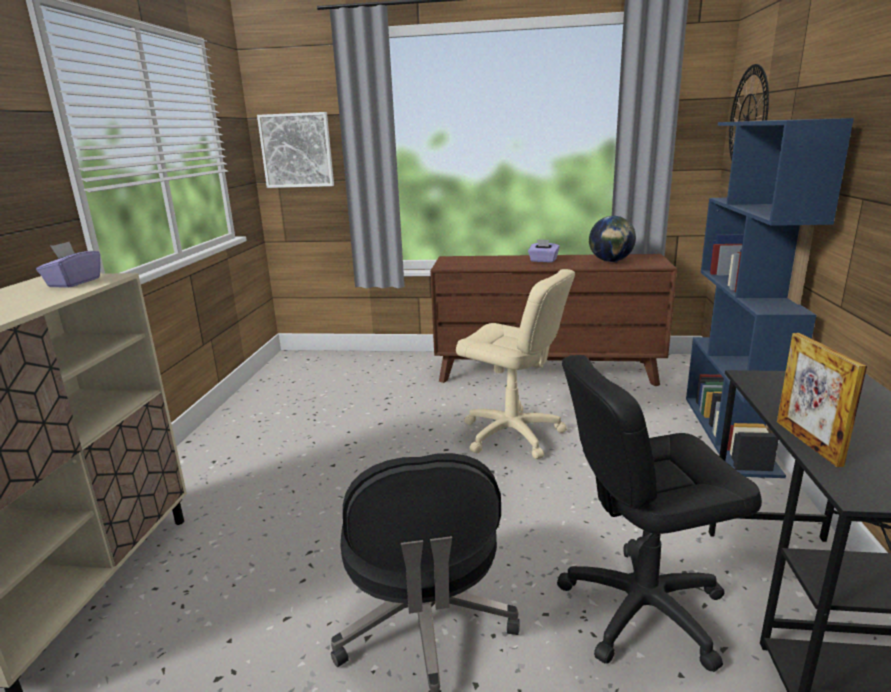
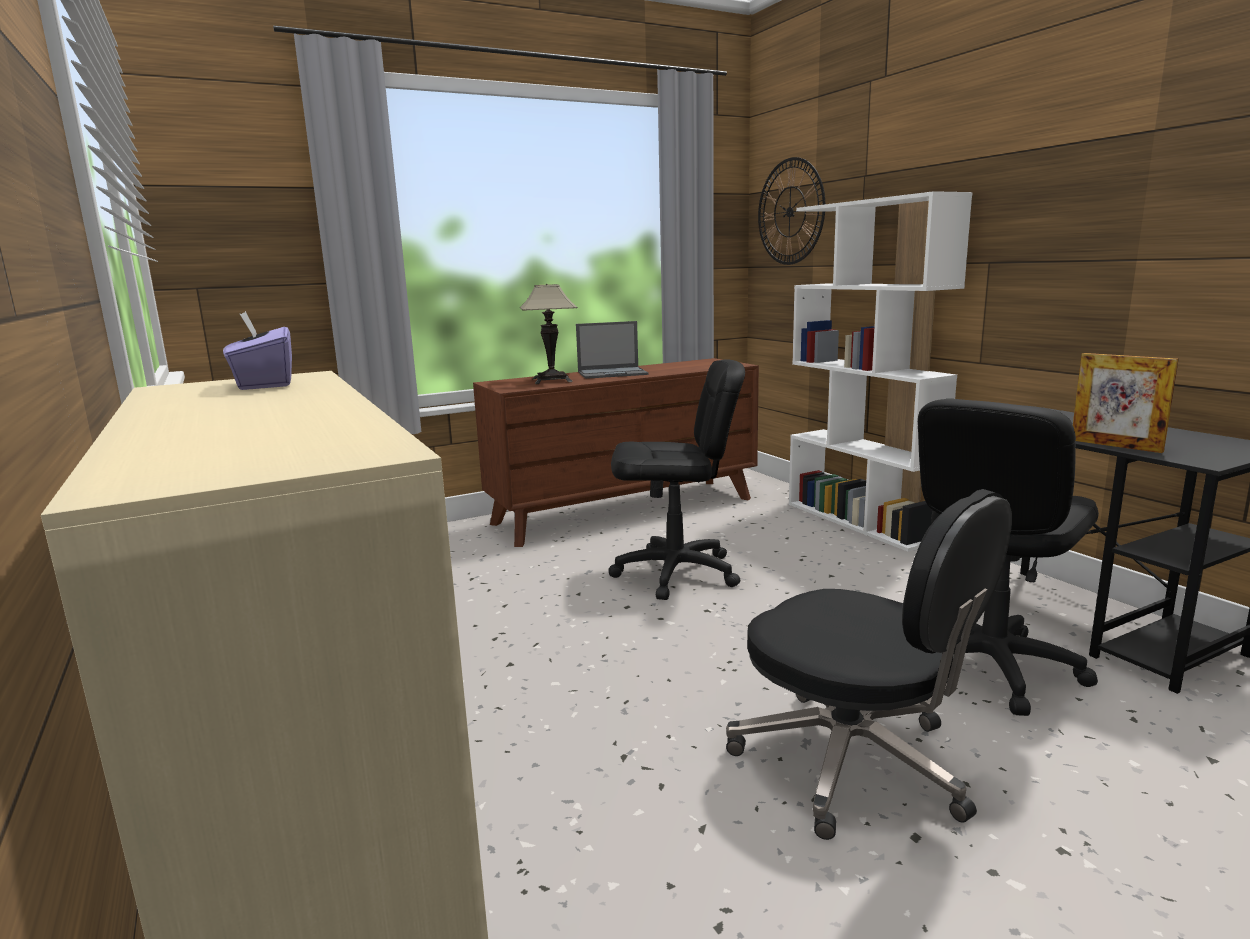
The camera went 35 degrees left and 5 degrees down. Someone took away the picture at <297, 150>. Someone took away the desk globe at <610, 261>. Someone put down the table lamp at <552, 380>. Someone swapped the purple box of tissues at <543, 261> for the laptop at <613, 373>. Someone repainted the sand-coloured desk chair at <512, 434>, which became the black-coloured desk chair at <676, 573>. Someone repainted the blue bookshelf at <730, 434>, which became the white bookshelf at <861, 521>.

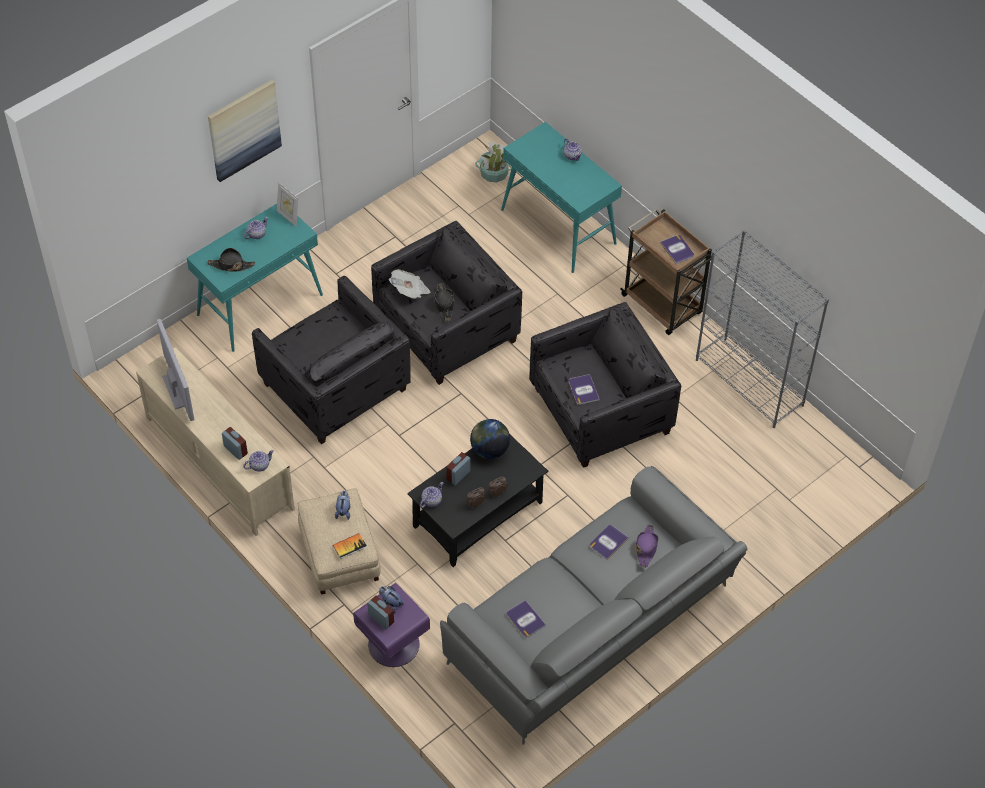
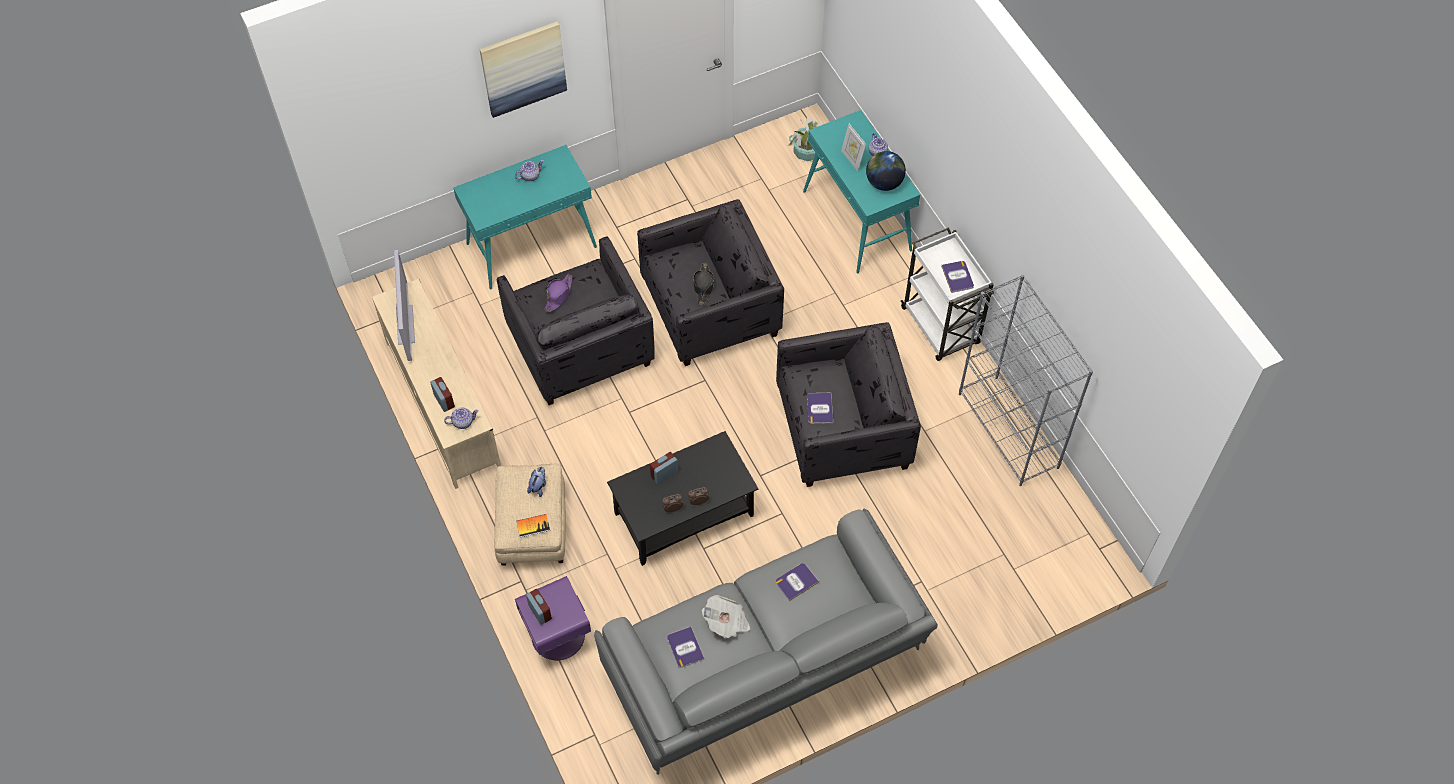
The camera went 15 degrees right and 5 degrees up. Someone took away the black-coloured hat at <231, 265>. Someone took away the cuddly toy at <390, 603>. Someone took away the pot for tea at <431, 500>. Someone carried the photo frame from <288, 217> to <852, 159>. Someone carried the newspaper from <410, 291> to <726, 622>. Someone carried the desk globe from <489, 450> to <884, 182>. Someone carried the purple hat from <646, 547> to <559, 295>. Someone repainted the brown-coloured cart at <662, 305>, which became the white cart at <941, 327>.

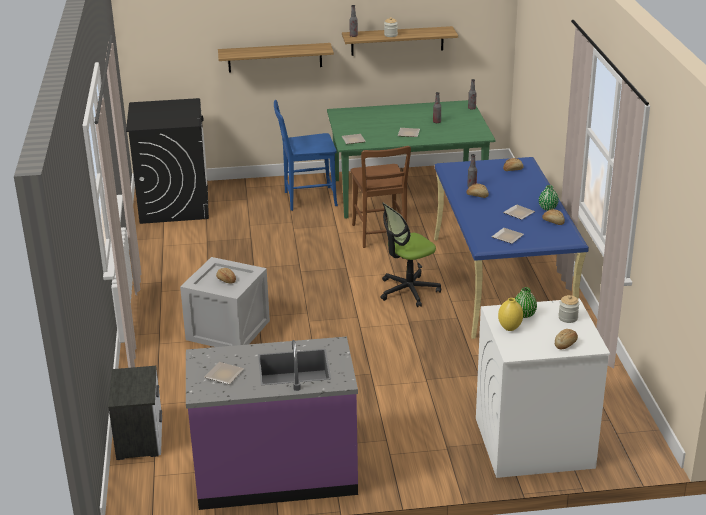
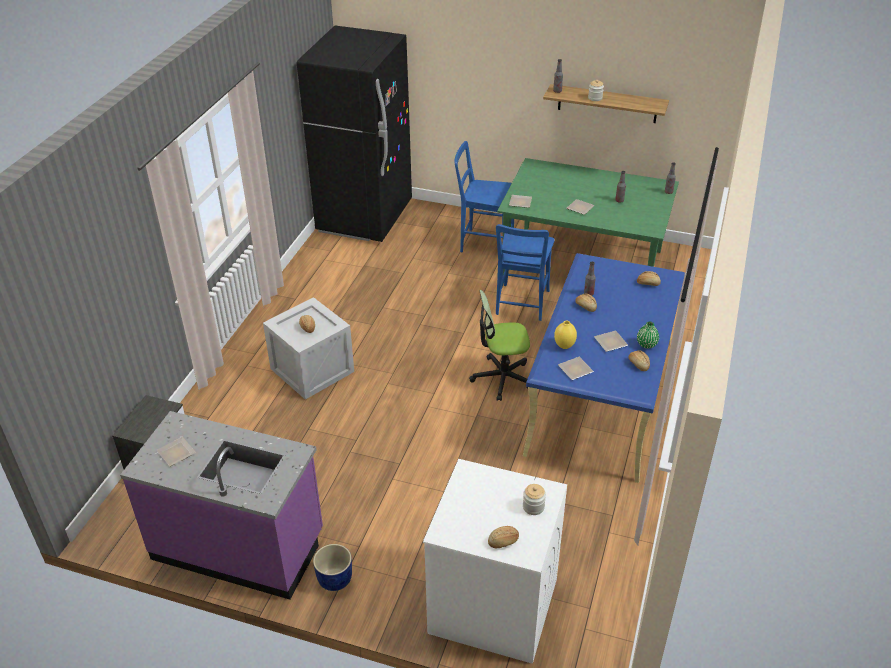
The camera went 25 degrees right and 10 degrees up. Someone took away the wall shelf at <275, 57>. Someone took away the green-coloured decorative vase at <524, 314>. Someone put down the blue flower pot at <334, 579>. Someone carried the yellow decorative vase from <509, 328> to <564, 346>. Someone swapped the black-coloured laundry appliance at <174, 204> for the black-coloured kitchen fridge at <365, 217>. Someone repainted the brown-coloured plain chair at <380, 235>, which became the blue plain chair at <521, 304>.

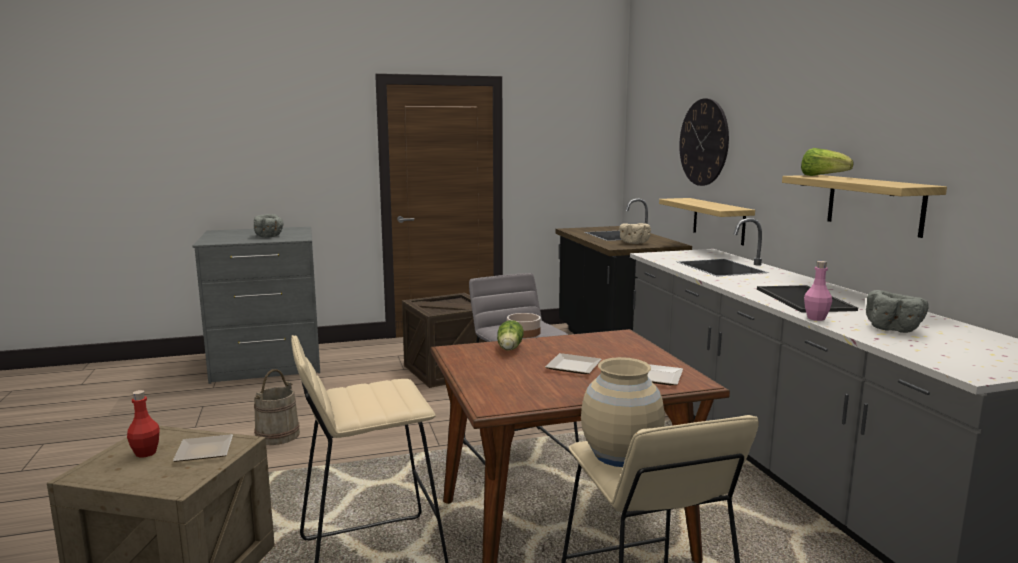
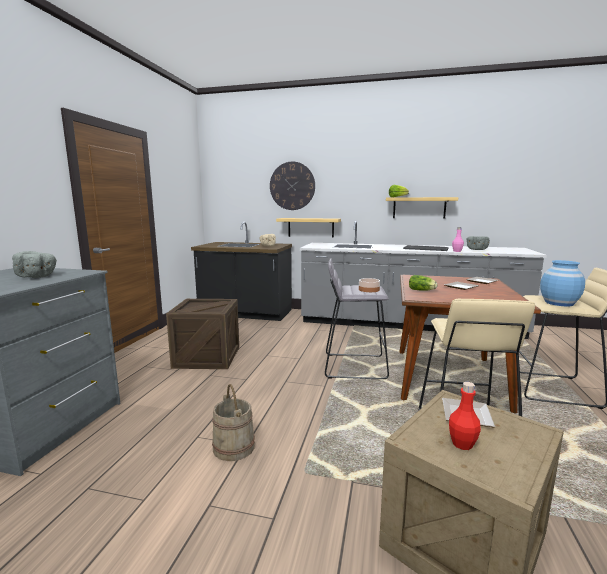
The camera went 60 degrees left and 0 degrees up. Someone repainted the sand-coloured decorative vase at <620, 454>, which became the blue decorative vase at <559, 303>.

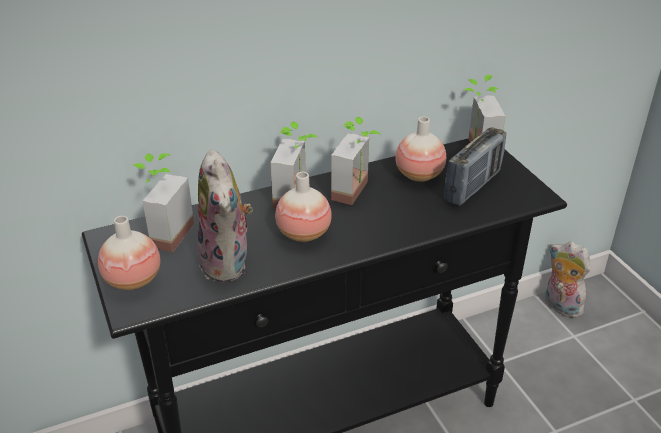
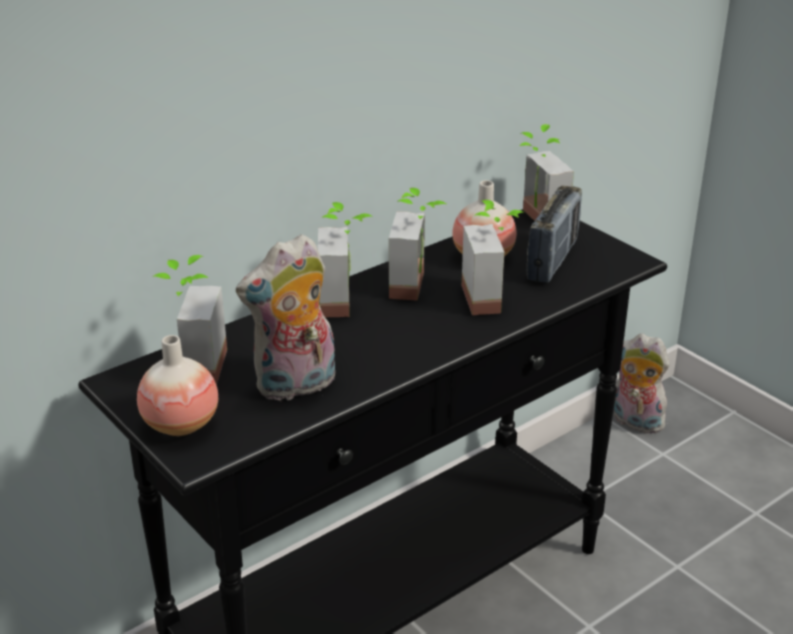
The camera went 15 degrees left and 5 degrees down. Someone took away the decorative vase at <303, 234>. Someone put down the plant in a pot at <493, 298>. Someone rotated the cuddly toy at <228, 263> by 90 degrees clockwise.

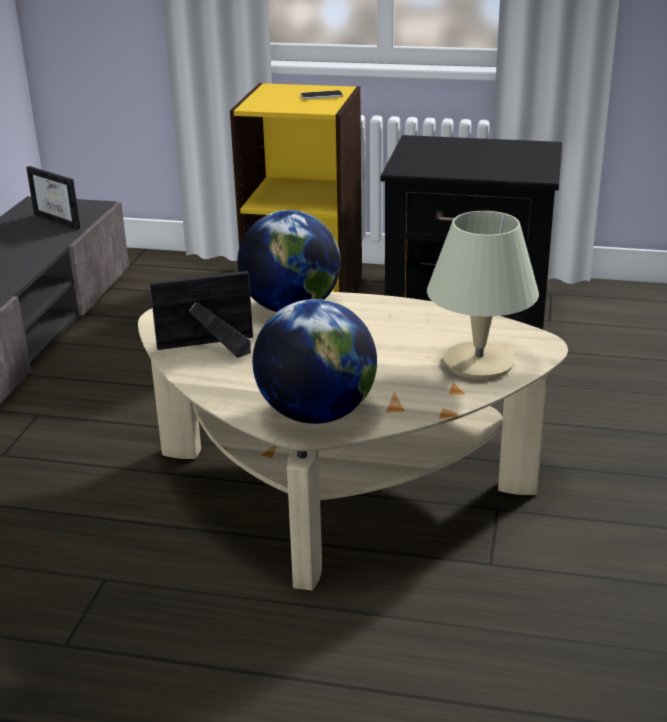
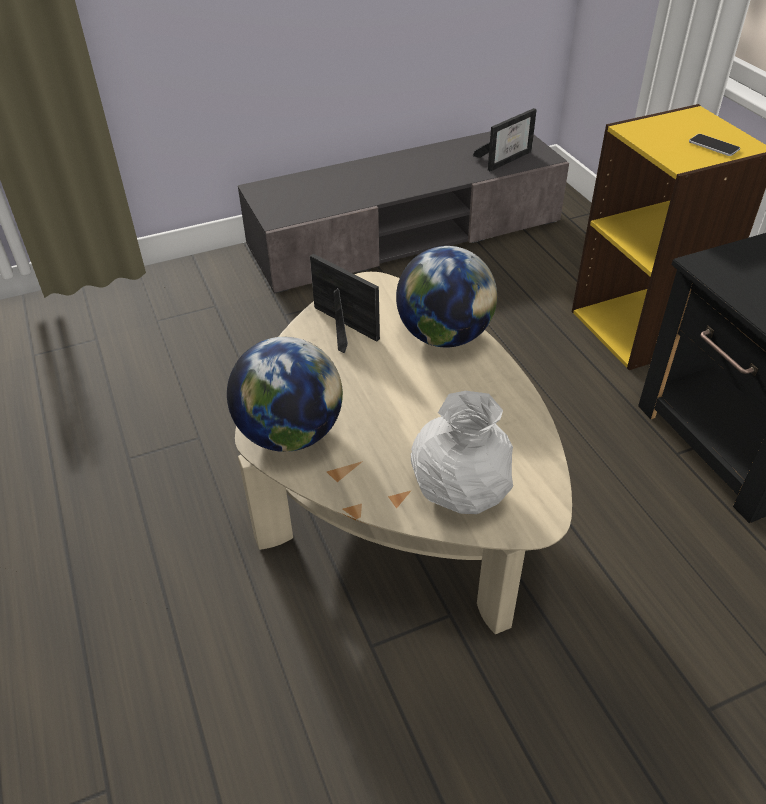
The camera went 55 degrees right and 15 degrees up. Someone swapped the sand-coloured table lamp at <478, 363> for the white decorative vase at <459, 491>. Someone rotated the photo frame at <63, 220> by 135 degrees counterclockwise.

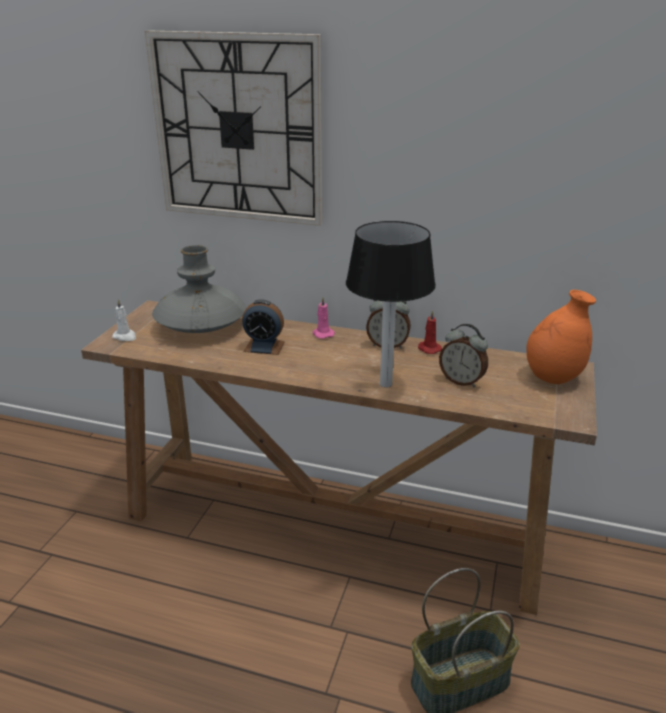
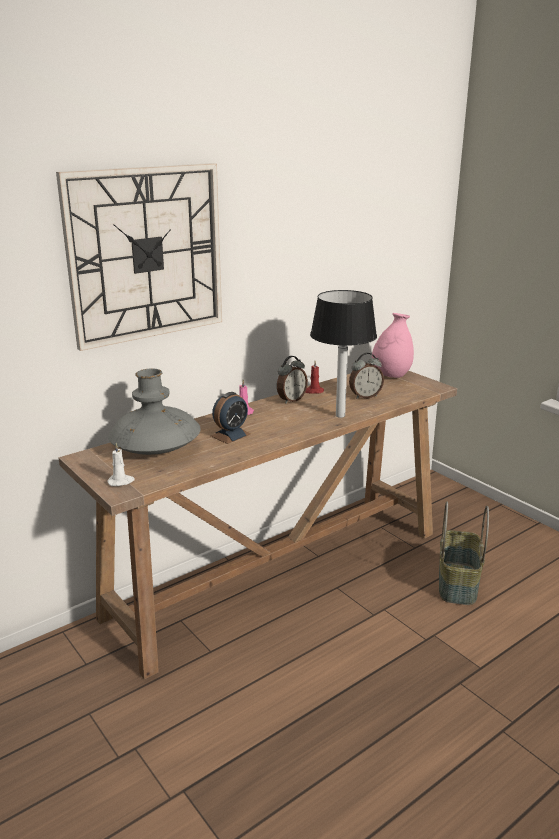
The camera went 55 degrees left and 5 degrees down. Someone repainted the orange-coloured decorative vase at <553, 378>, which became the pink-coloured decorative vase at <391, 376>.

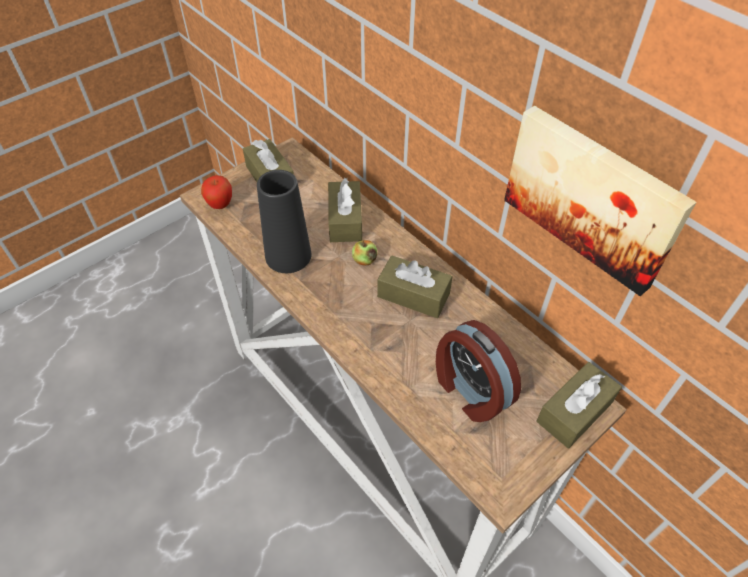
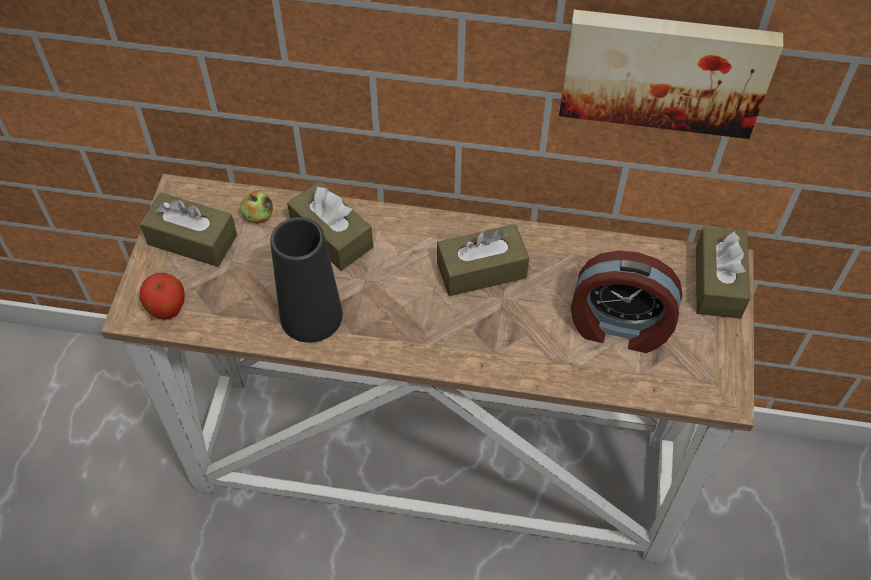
The camera went 40 degrees left and 5 degrees up. Someone carried the apple fruit from <364, 260> to <258, 216>.

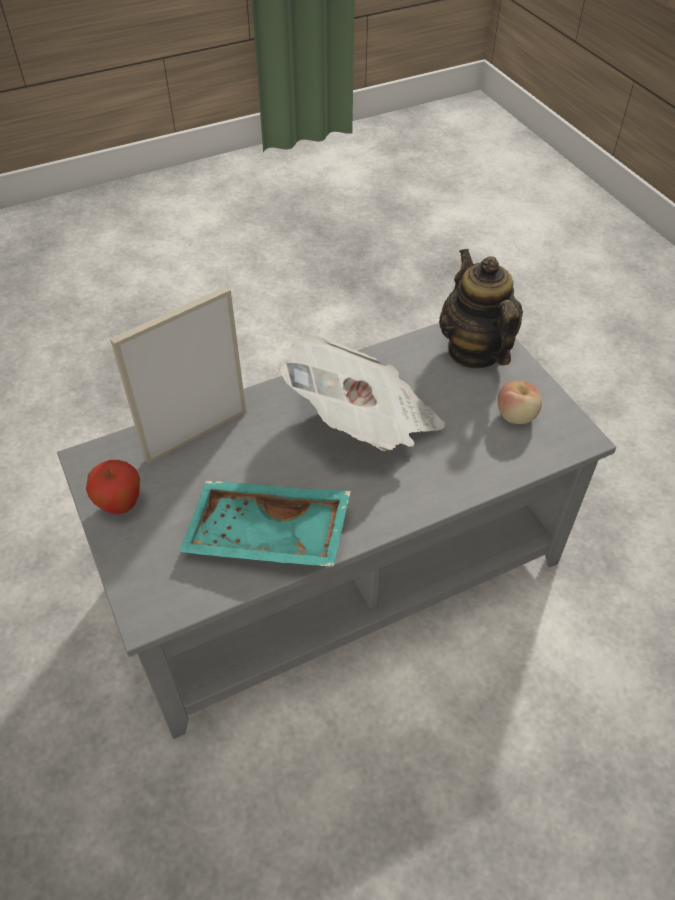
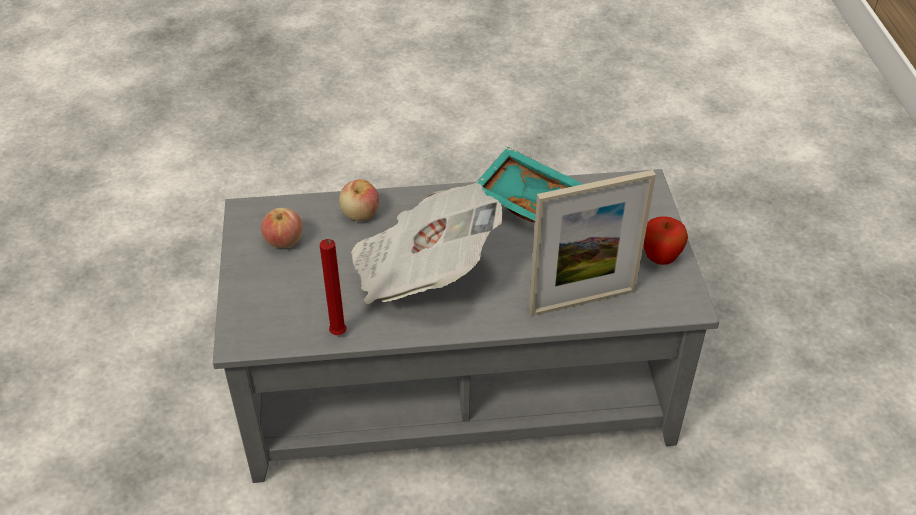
The camera went 160 degrees left and 5 degrees down. Someone took away the pot for tea at <475, 350>. Someone put down the red candle at <339, 335>. Someone put down the apple fruit at <360, 214>.

